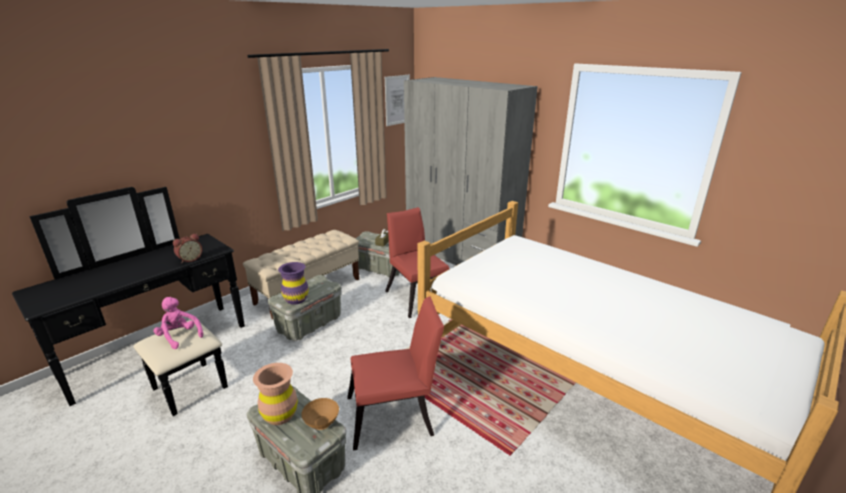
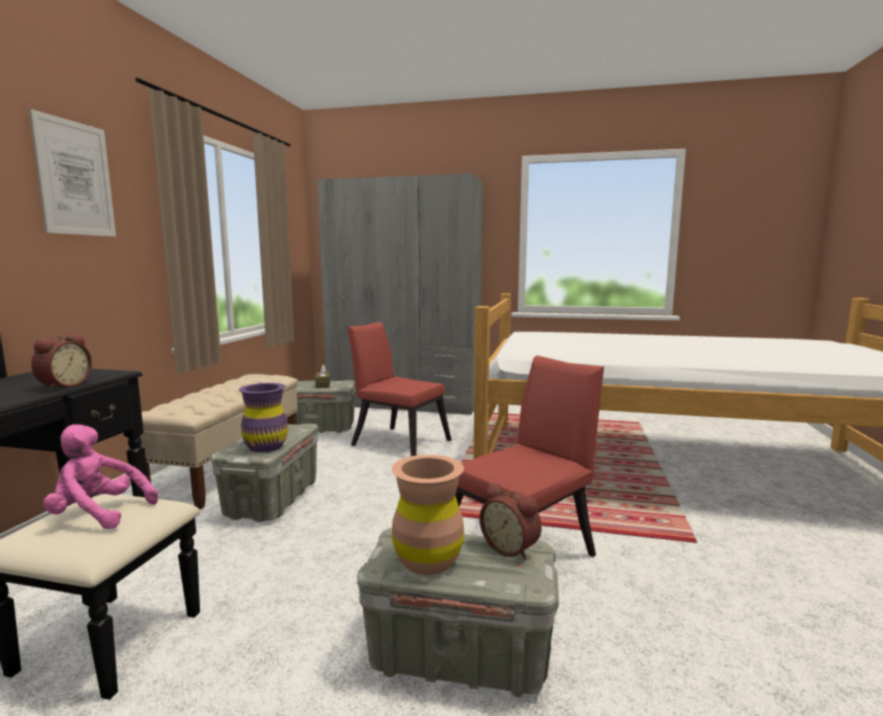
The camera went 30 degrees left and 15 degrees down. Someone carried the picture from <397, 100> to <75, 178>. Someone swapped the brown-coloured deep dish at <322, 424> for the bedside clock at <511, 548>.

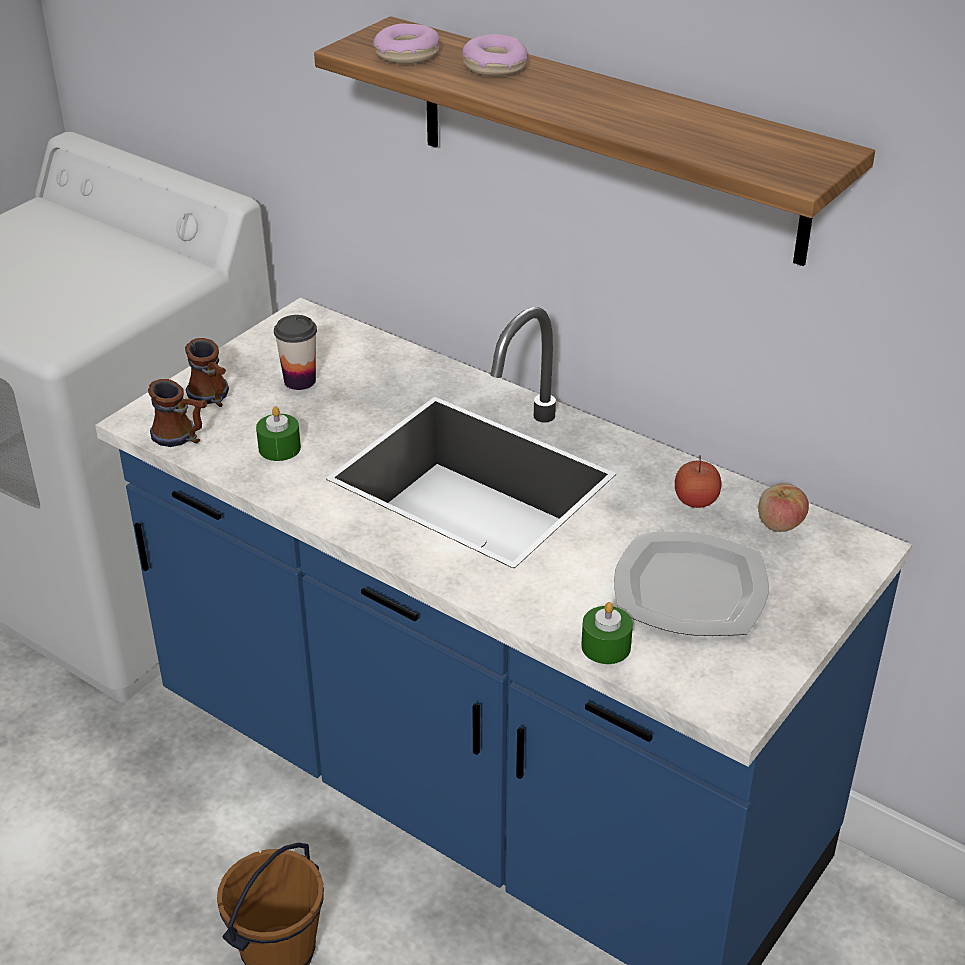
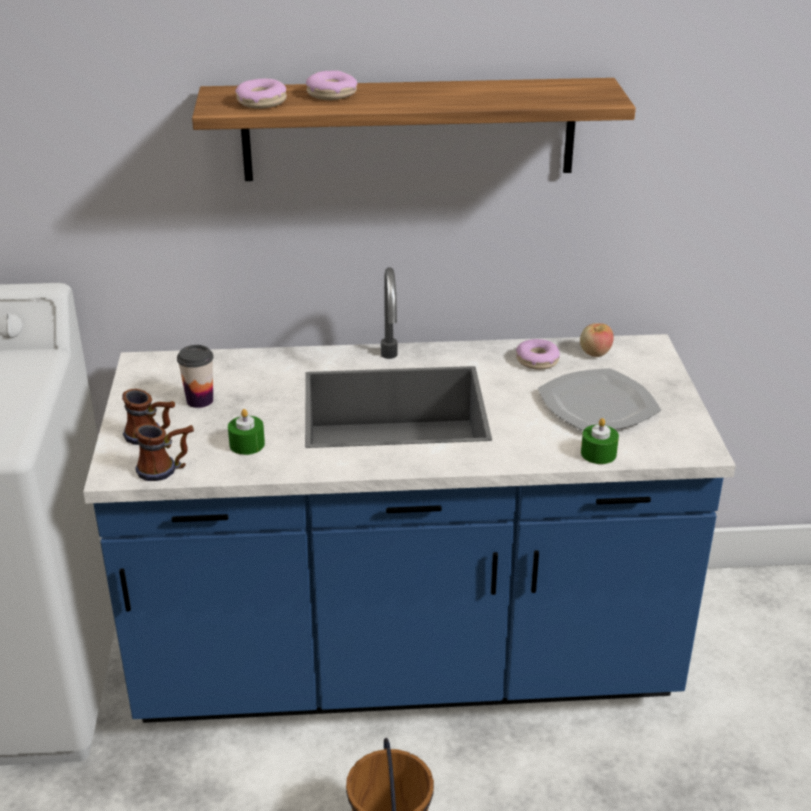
The camera went 40 degrees left and 5 degrees down. Someone swapped the apple fruit at <696, 500> for the ring doughnut at <537, 360>.

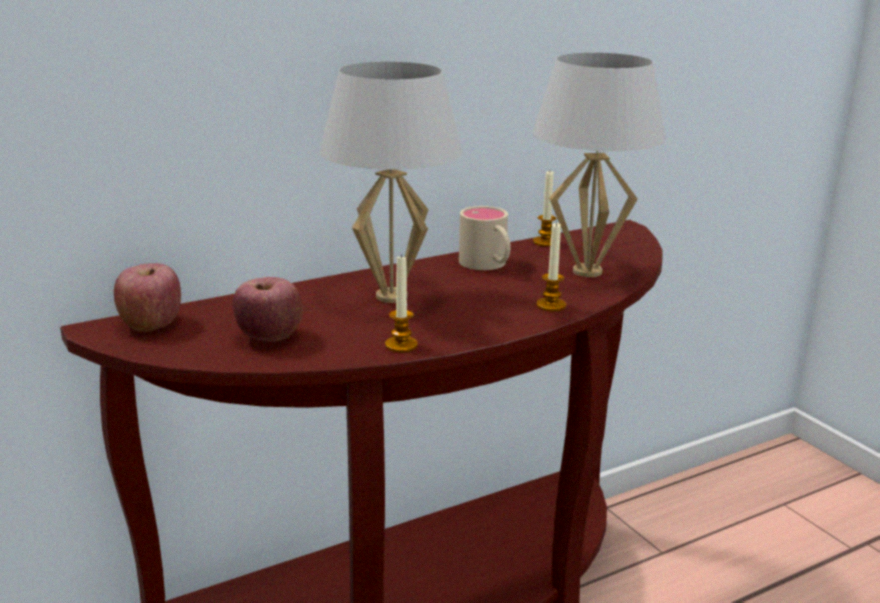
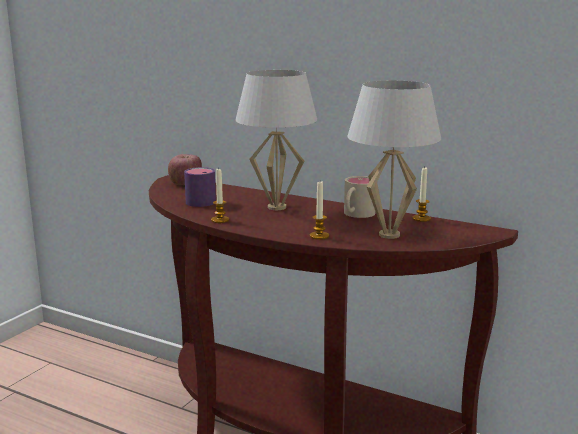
The camera went 60 degrees right and 5 degrees down. Someone swapped the apple fruit at <270, 337> for the purple coffee mug at <197, 200>.

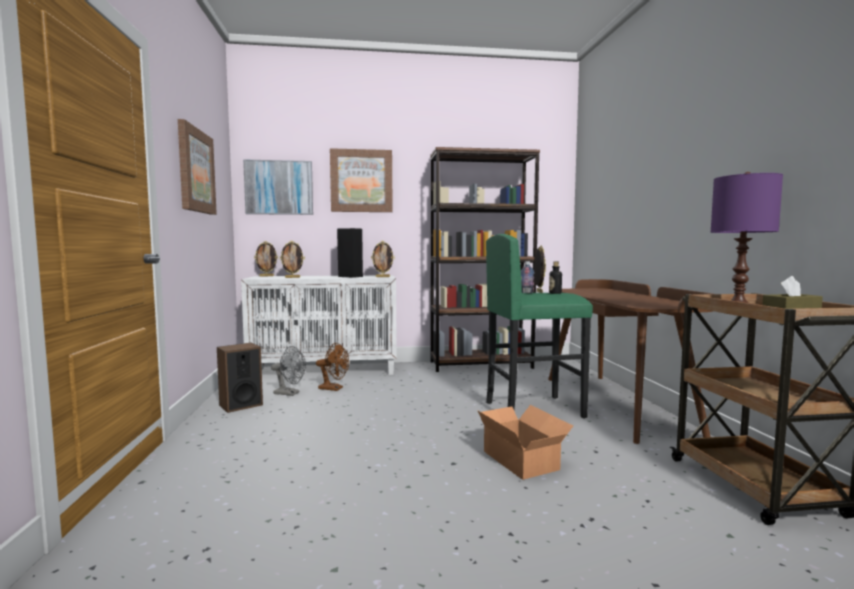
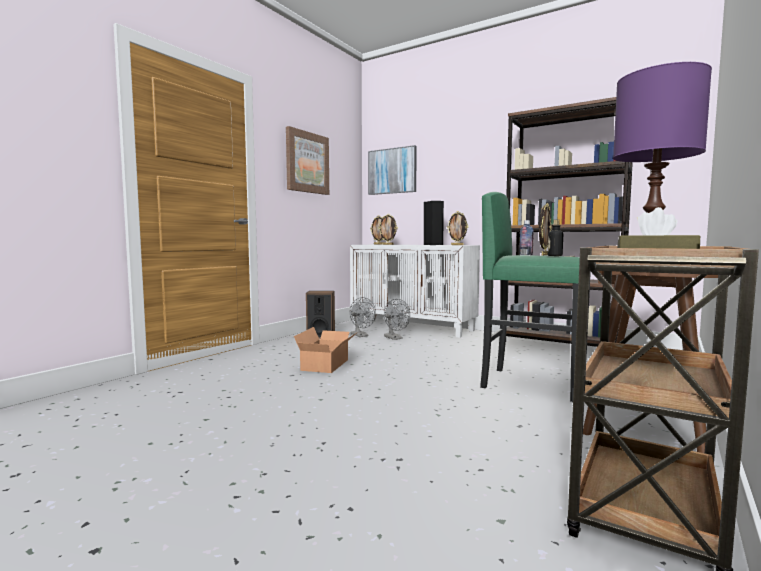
The camera went 40 degrees right and 0 degrees up. Someone took away the picture at <361, 181>. Someone carried the packing box from <521, 459> to <327, 364>. Someone repainted the brown-coloured cooling fan at <334, 388>, which became the greyish cooling fan at <395, 338>.

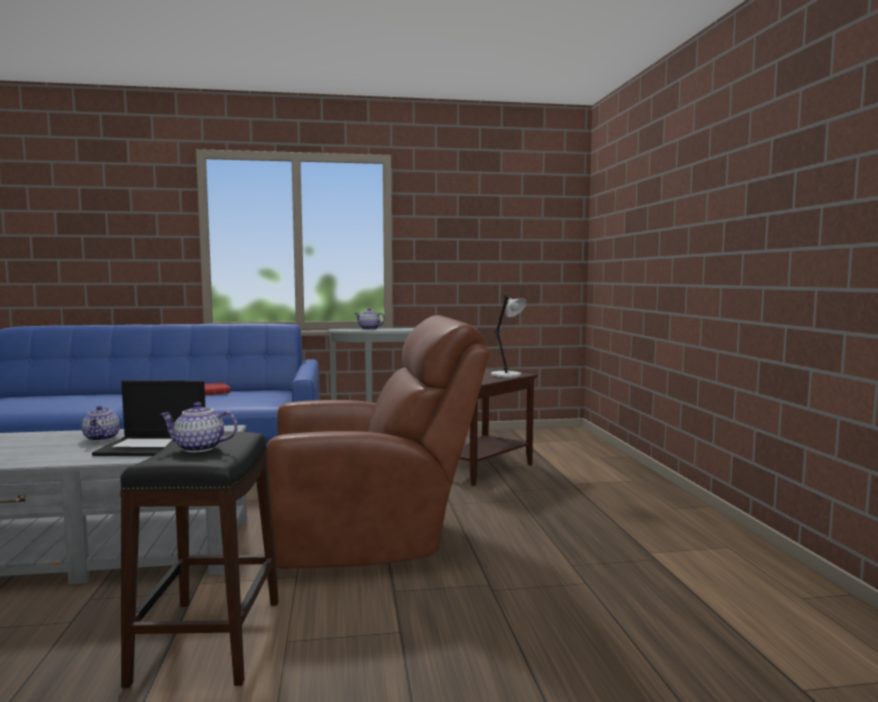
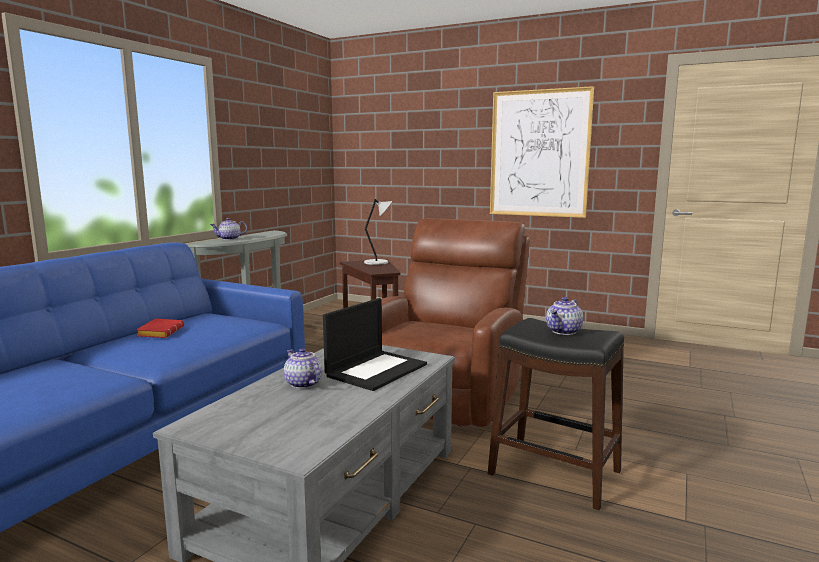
The camera went 55 degrees left and 5 degrees up. Someone put up the picture at <539, 154>. Someone rotated the pot for tea at <102, 438> by 150 degrees counterclockwise.

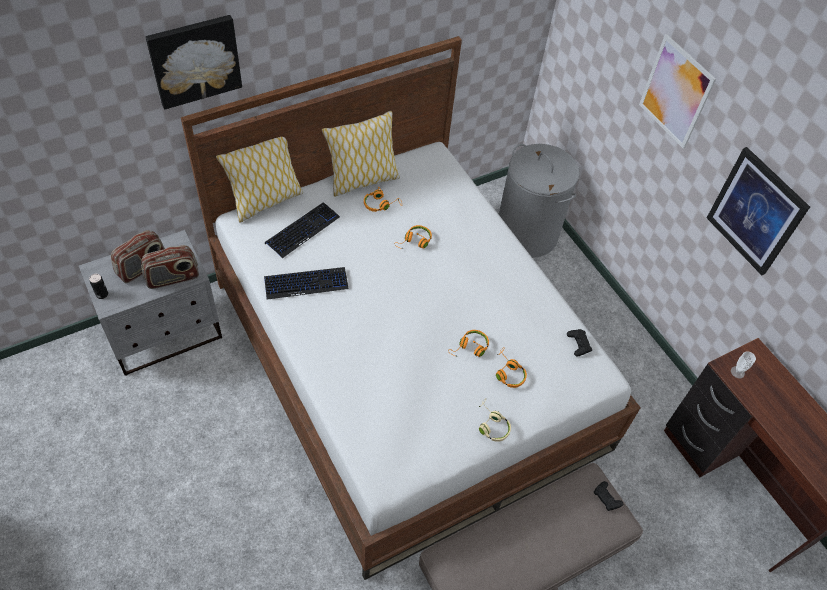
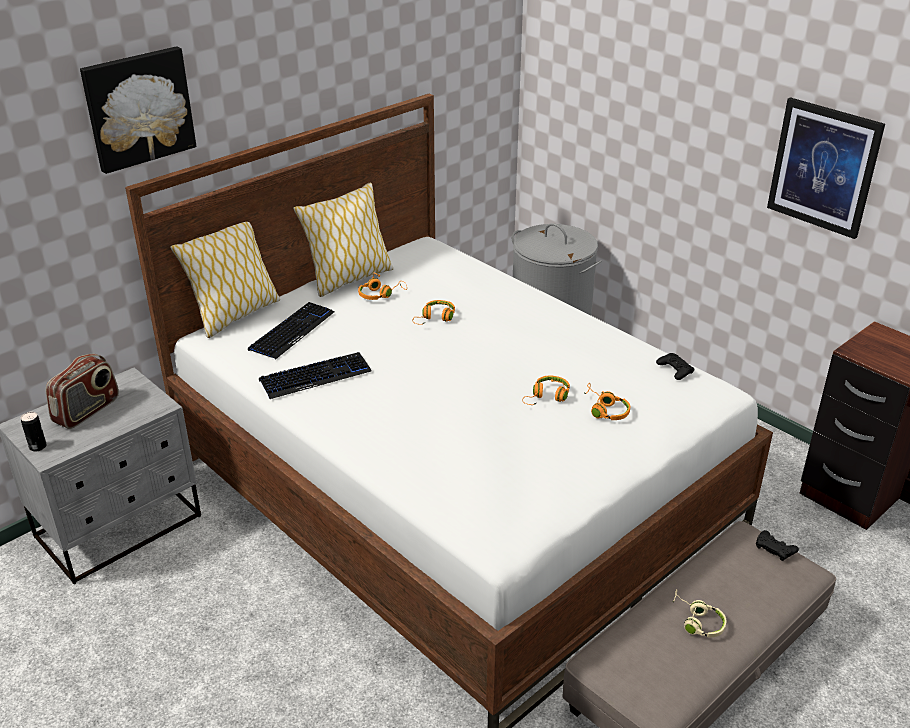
The camera went 10 degrees left and 20 degrees down. Someone took away the radio set at <173, 278>. Someone took away the picture at <676, 92>. Someone took away the cup at <737, 372>. Someone carried the sand-coloured headset from <491, 425> to <696, 621>.

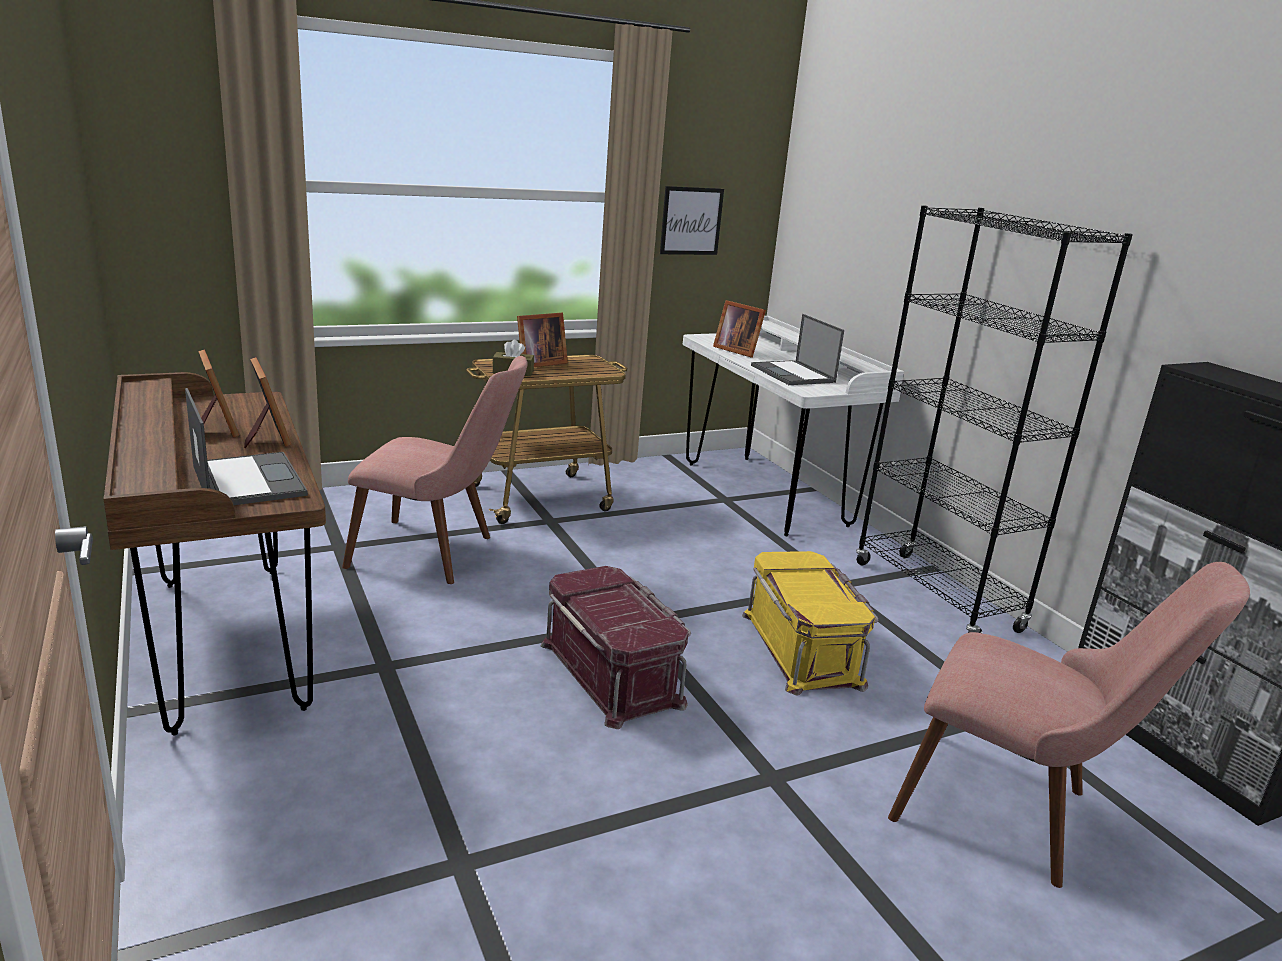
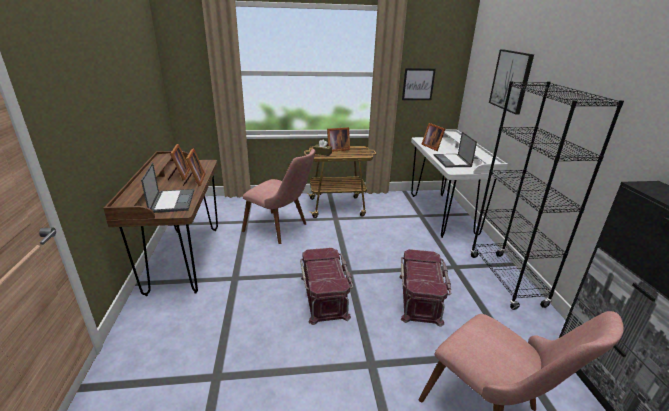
The camera went 20 degrees right and 5 degrees up. Someone put up the picture at <511, 80>. Someone repainted the yellow storage box at <803, 649>, which became the red storage box at <420, 298>.

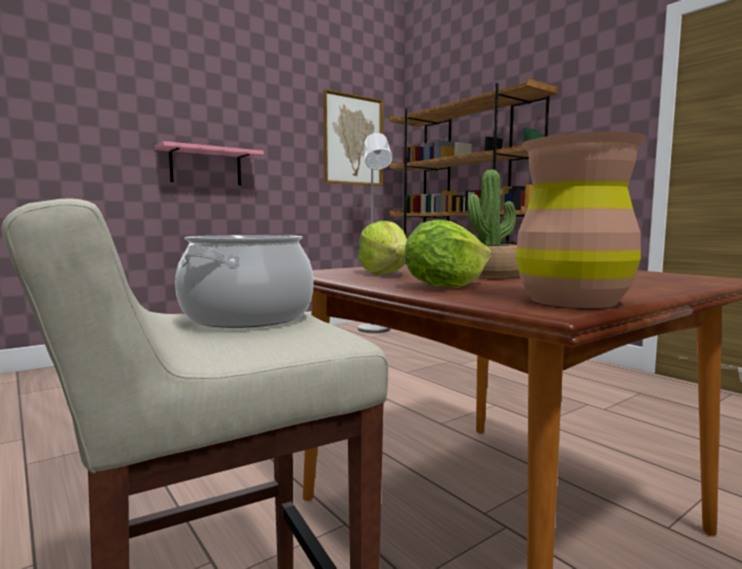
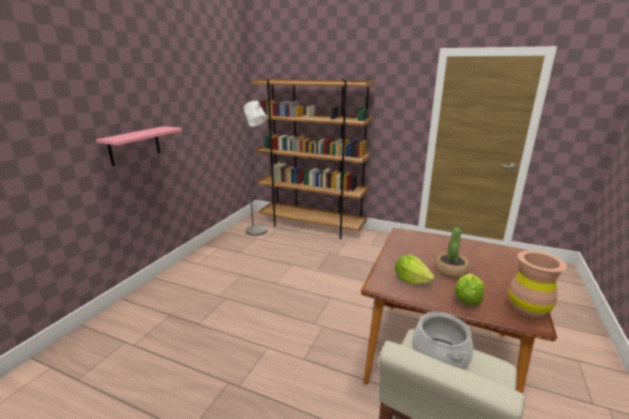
The camera went 30 degrees left and 15 degrees up. Someone took away the picture at <353, 140>.

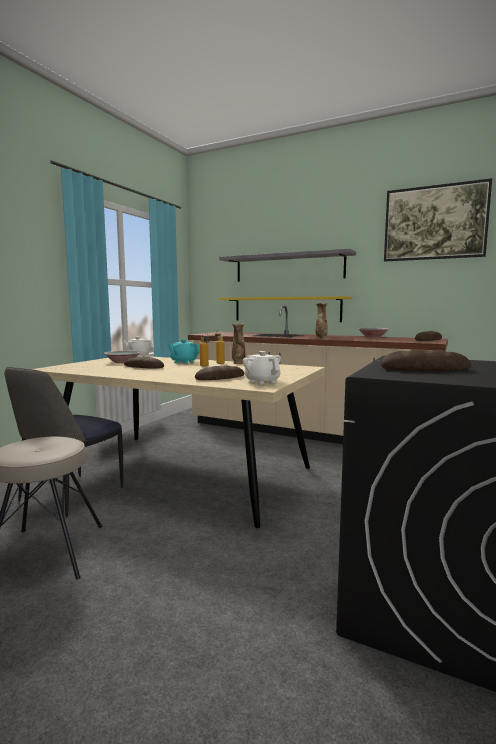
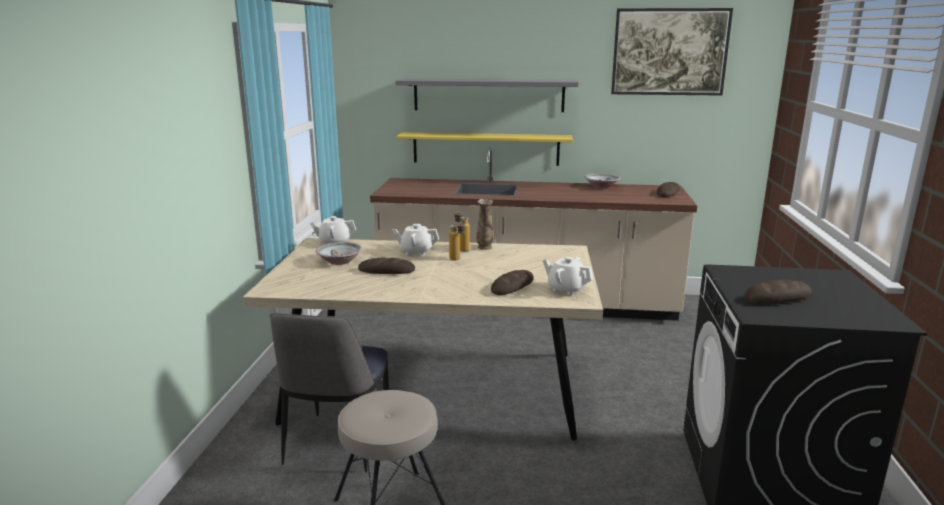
The camera went 20 degrees left and 10 degrees up. Someone took away the decorative vase at <321, 338>. Someone repainted the turquoise-coloured pot for tea at <183, 362>, which became the white pot for tea at <416, 252>.

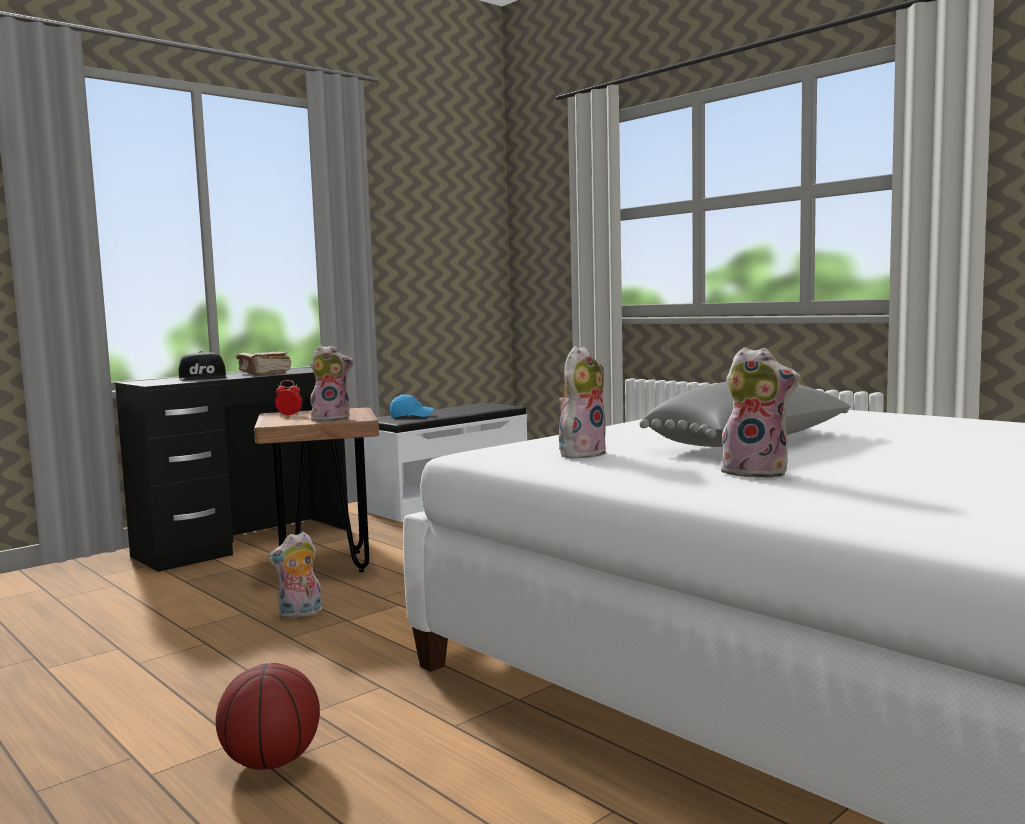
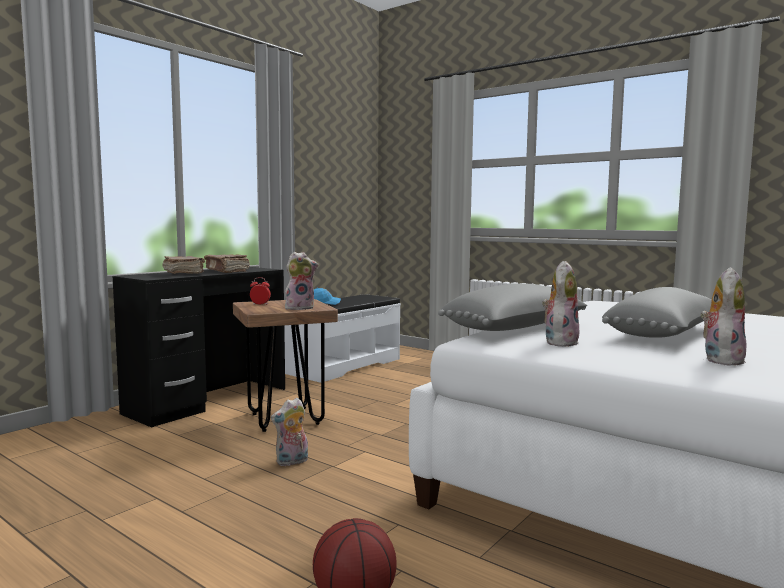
The camera went 10 degrees left and 0 degrees up. Someone put down the greyish pillow at <516, 329>. Someone swapped the black-coloured peaked cap at <204, 378> for the brown-coloured volume at <183, 273>. Someone rotated the cuddly toy at <757, 472> by 75 degrees counterclockwise.

